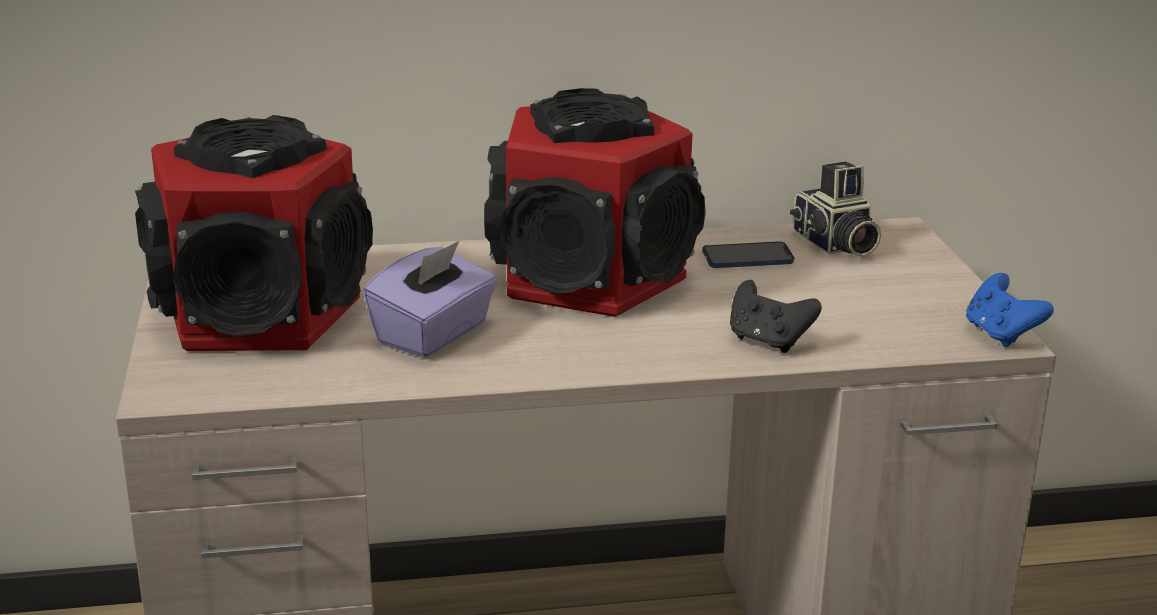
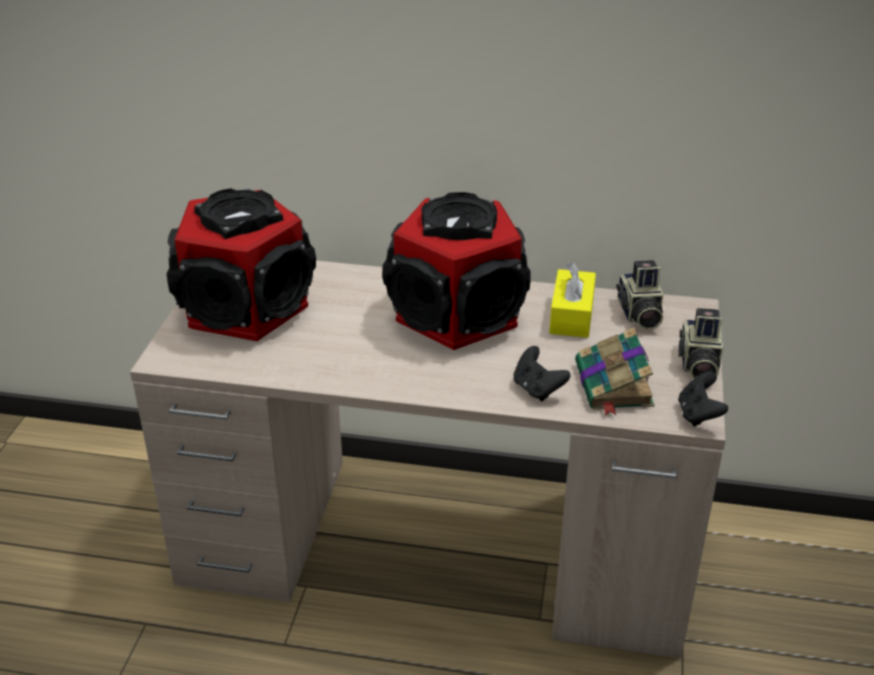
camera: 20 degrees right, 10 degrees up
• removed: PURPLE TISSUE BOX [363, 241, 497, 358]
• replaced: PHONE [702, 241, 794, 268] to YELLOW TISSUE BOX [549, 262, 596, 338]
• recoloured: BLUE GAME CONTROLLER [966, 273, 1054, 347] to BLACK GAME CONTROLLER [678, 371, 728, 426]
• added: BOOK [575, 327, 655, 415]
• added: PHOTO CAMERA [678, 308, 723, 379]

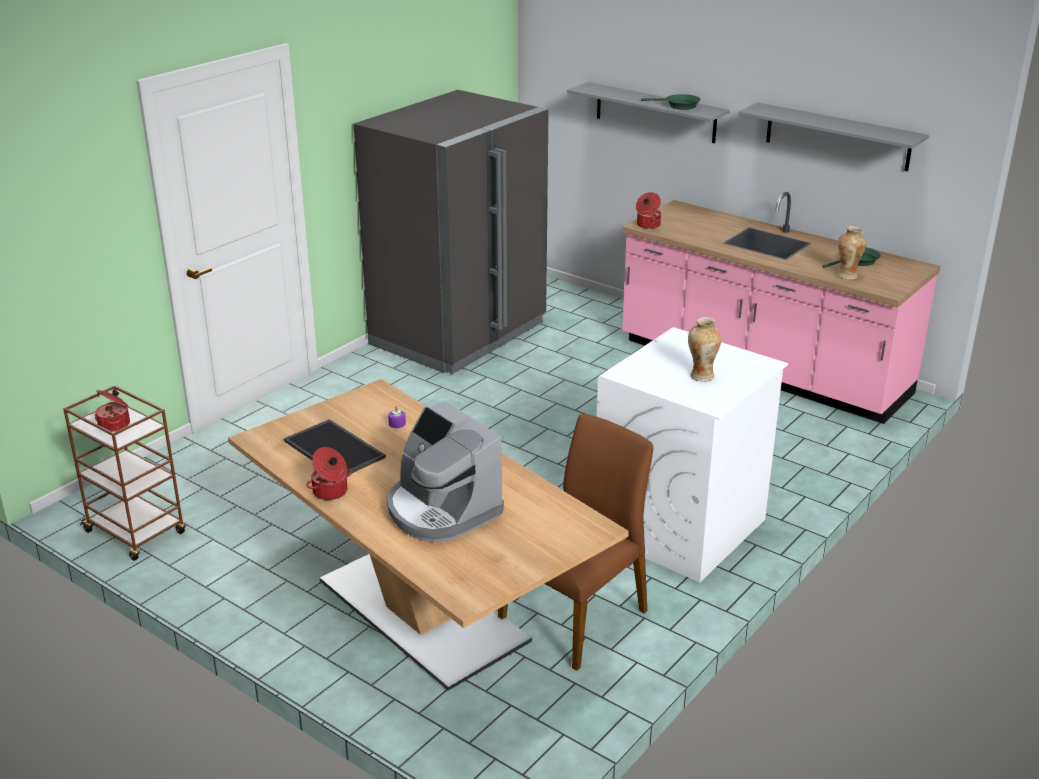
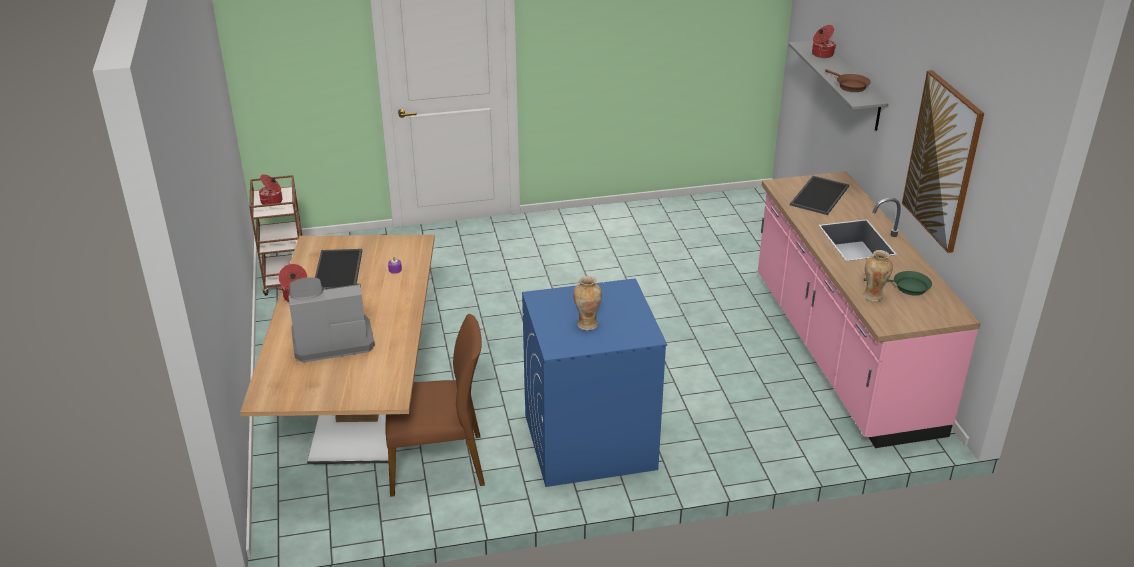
camera: 40 degrees right, 5 degrees up
• removed: GREY FRIDGE [353, 90, 549, 374]
• turned: COFFEE MACHINE [387, 401, 504, 542] = [288, 277, 375, 363] 75 degrees clockwise
• recoloured: WHITE WASHING MACHINE [597, 327, 788, 582] to BLUE WASHING MACHINE [522, 278, 667, 487]
• moved: COOKING POT [636, 192, 661, 229] to [812, 25, 836, 58]
• recoloured: GREEN FRYING PAN [641, 94, 701, 110] to BROWN FRYING PAN [825, 69, 871, 92]
• replaced: GREY SHELF [738, 102, 929, 171] to PICTURE [902, 70, 984, 253]
• added: TRAY [790, 176, 849, 215]

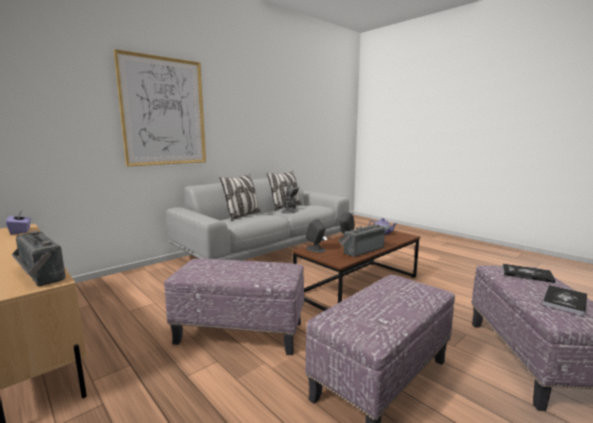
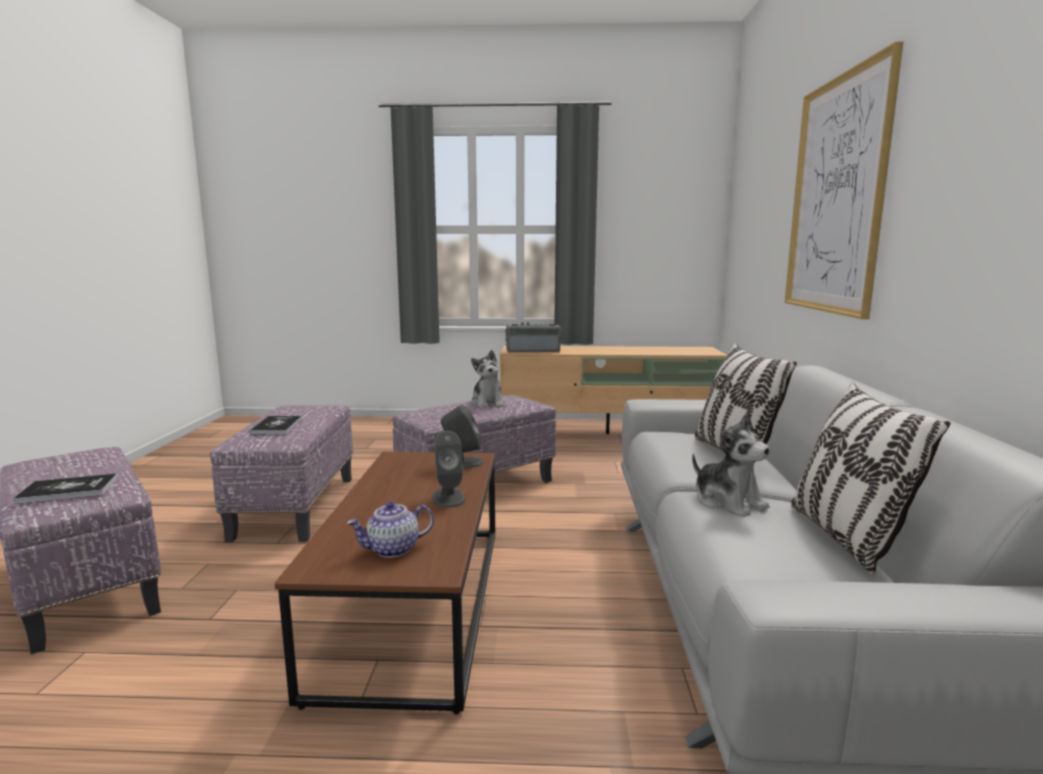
camera: 135 degrees right, 0 degrees up
• removed: PURPLE TISSUE BOX [6, 211, 31, 235]
• removed: RADIO [340, 224, 385, 257]
• moved: BOOK [543, 285, 587, 316] to [250, 416, 302, 435]
• added: PLUSH TOY [471, 350, 505, 408]

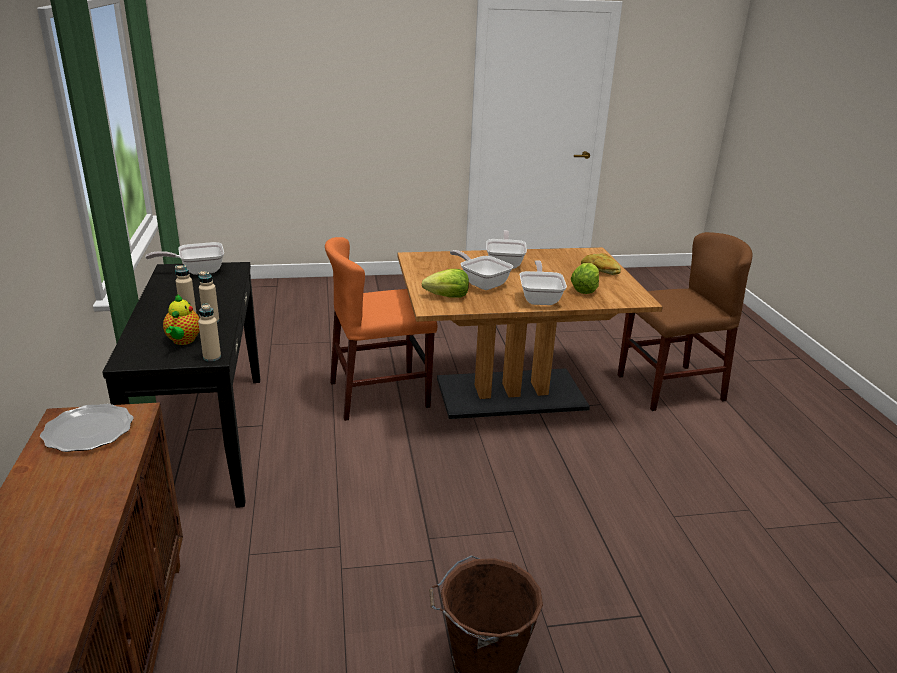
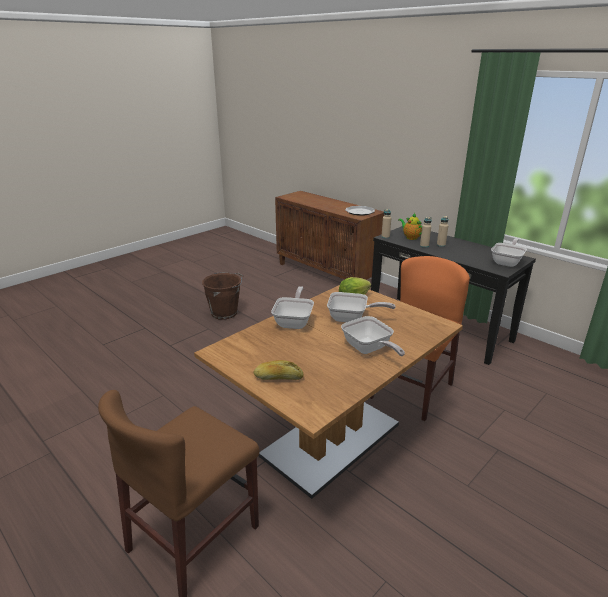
camera: 145 degrees right, 0 degrees up
• turned: FRYING PAN [520, 260, 567, 305] = [271, 286, 314, 329] 135 degrees counterclockwise
• removed: LETTUCE [571, 263, 599, 294]

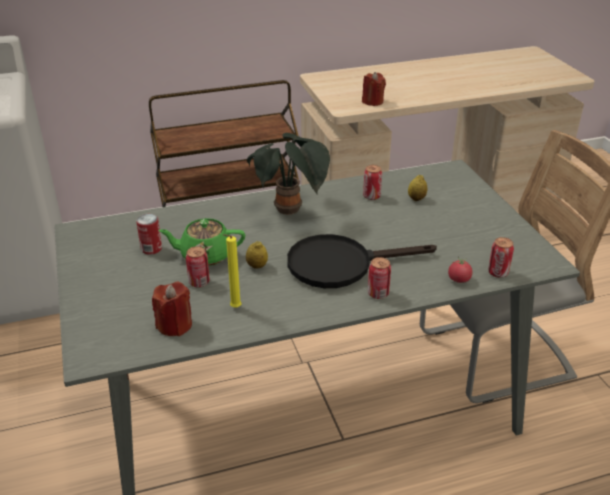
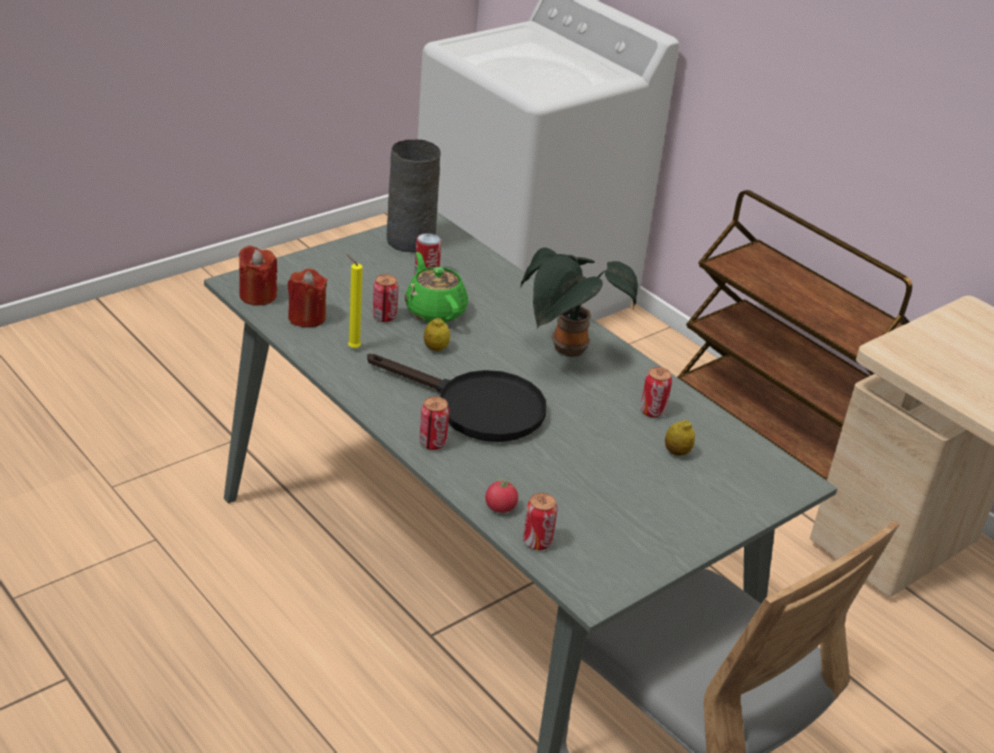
camera: 65 degrees right, 0 degrees up
• turned: BLACK FRYING PAN [287, 234, 437, 288] = [367, 354, 546, 442] 150 degrees clockwise
• moved: RED CANDLE [362, 72, 386, 106] to [239, 246, 277, 306]
• added: GREY VASE [387, 140, 441, 252]

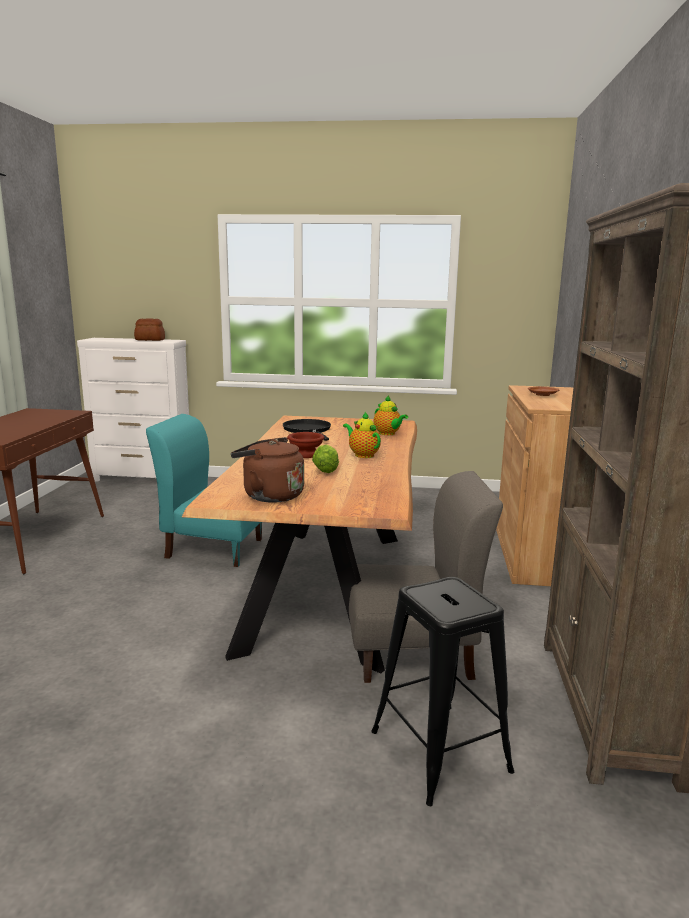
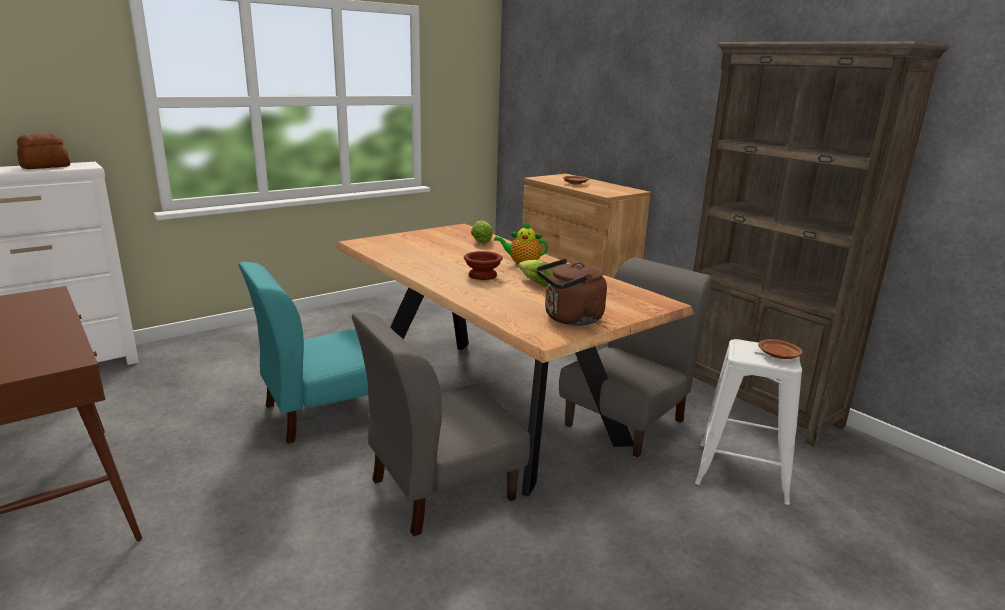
camera: 45 degrees left, 5 degrees up
• removed: BLACK FRYING PAN [283, 419, 331, 441]
• recoloured: BLACK STOOL [371, 577, 514, 806] to WHITE STOOL [695, 339, 802, 505]
• replaced: TEAPOT [373, 395, 408, 435] to LETTUCE [471, 220, 493, 243]
• added: GREY CHAIR [352, 312, 530, 537]
• added: BROWN PLATE [758, 339, 803, 359]

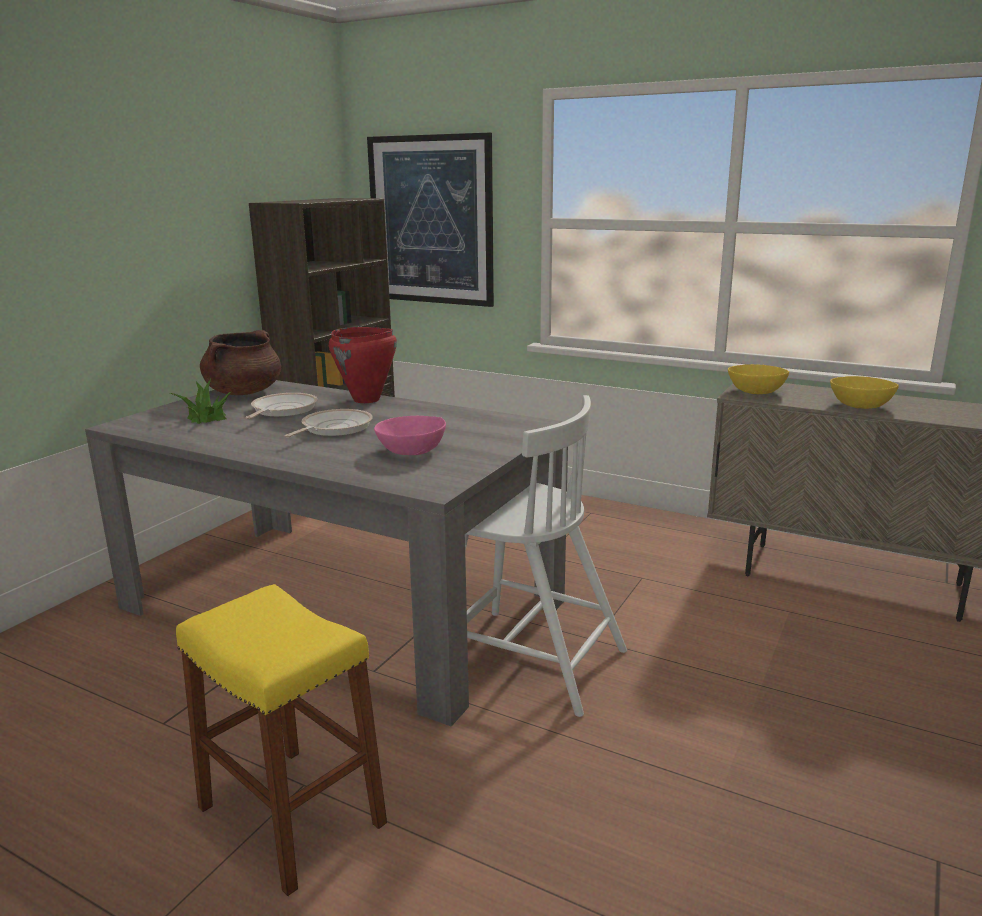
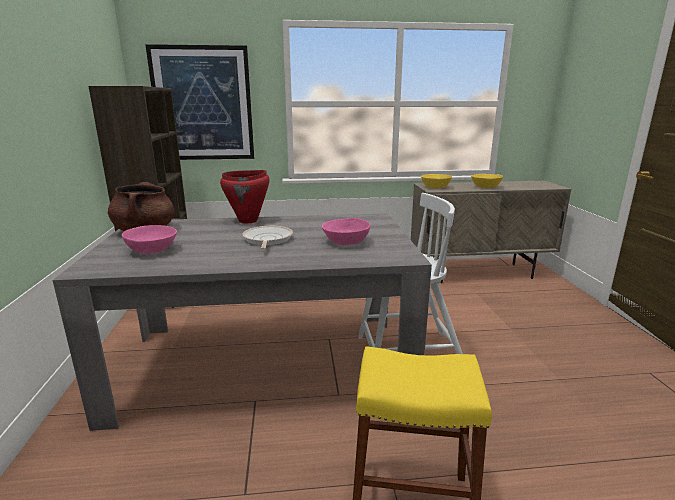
camera: 35 degrees left, 0 degrees up
• replaced: POTTED PLANT [170, 379, 231, 424] to PINK BOWL [122, 225, 177, 254]
• removed: FRYING PAN [245, 393, 318, 419]

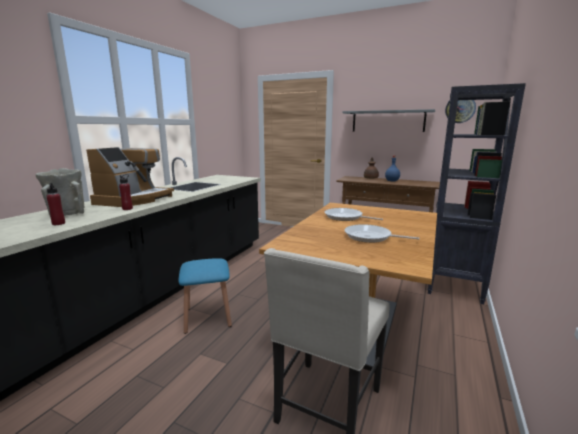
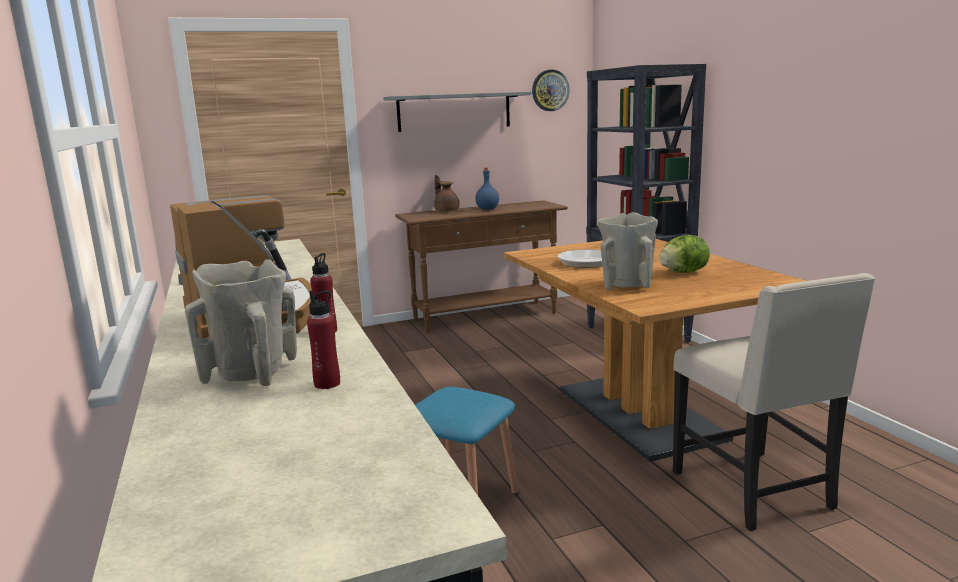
camera: 45 degrees left, 0 degrees up
• replaced: FRYING PAN [345, 224, 419, 243] to LETTUCE [659, 235, 710, 273]
• added: BEIGE VASE [598, 212, 658, 290]

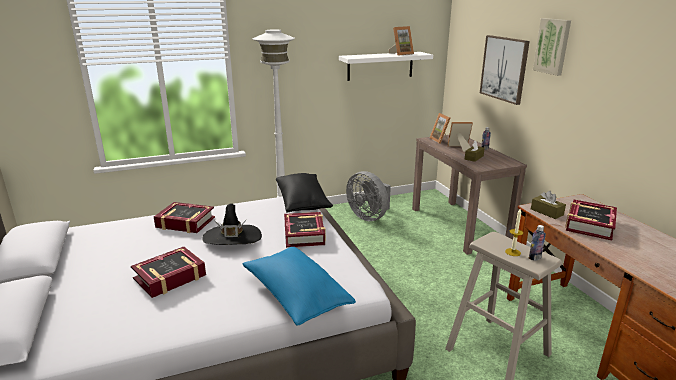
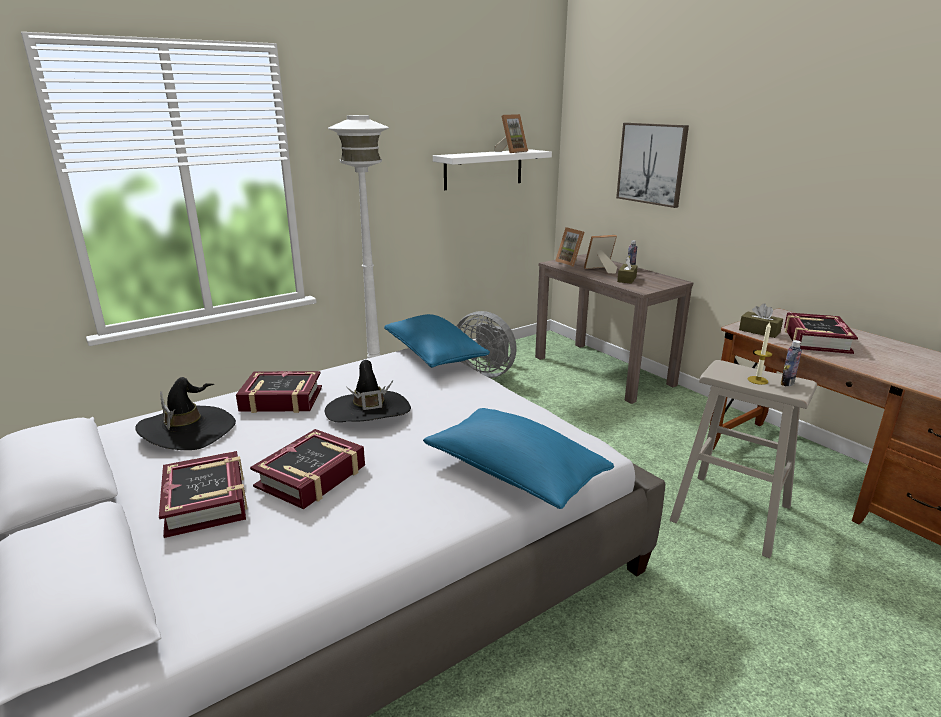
camera: 15 degrees left, 0 degrees up
• recoloured: BLACK PILLOW [276, 173, 333, 212] to BLUE PILLOW [384, 314, 490, 368]
• moved: BOOK [284, 212, 326, 248] to [159, 451, 248, 538]
• removed: PICTURE [533, 18, 571, 76]
• added: BLACK HAT [135, 377, 236, 450]

